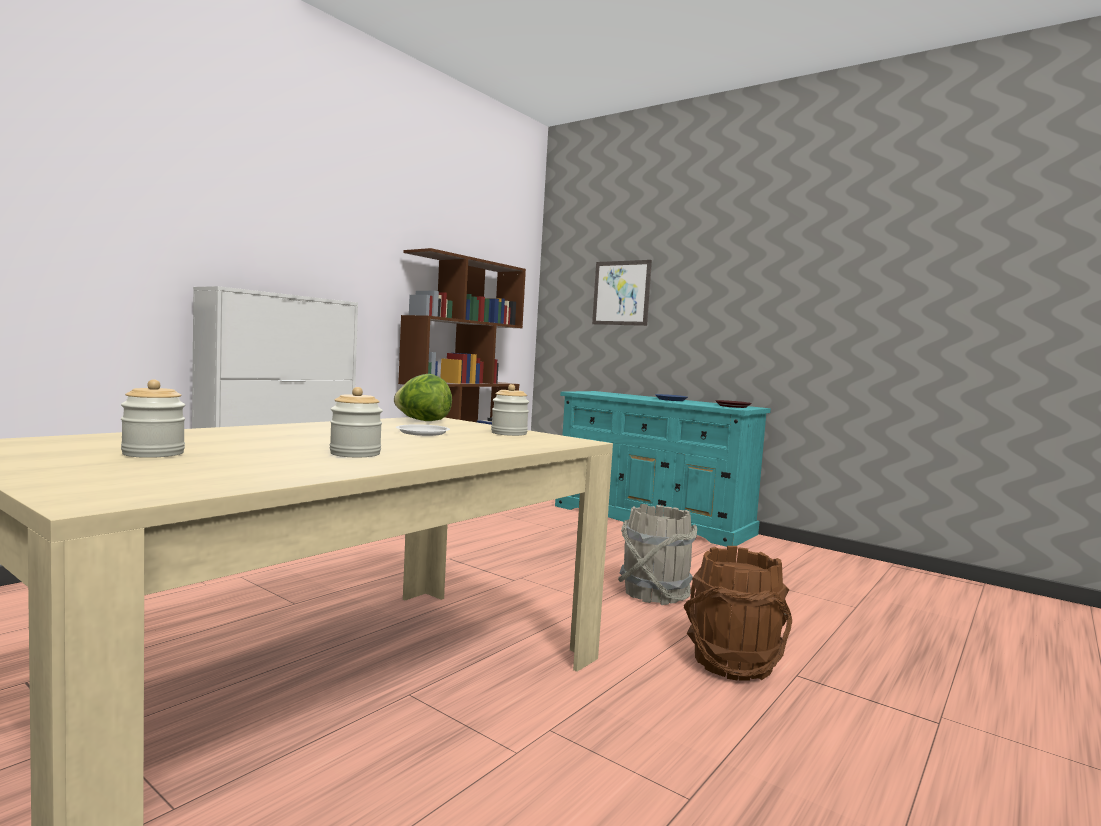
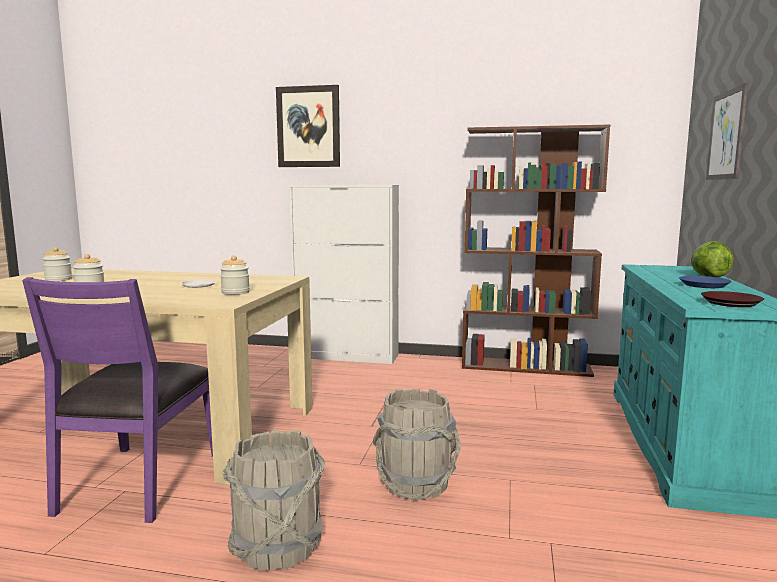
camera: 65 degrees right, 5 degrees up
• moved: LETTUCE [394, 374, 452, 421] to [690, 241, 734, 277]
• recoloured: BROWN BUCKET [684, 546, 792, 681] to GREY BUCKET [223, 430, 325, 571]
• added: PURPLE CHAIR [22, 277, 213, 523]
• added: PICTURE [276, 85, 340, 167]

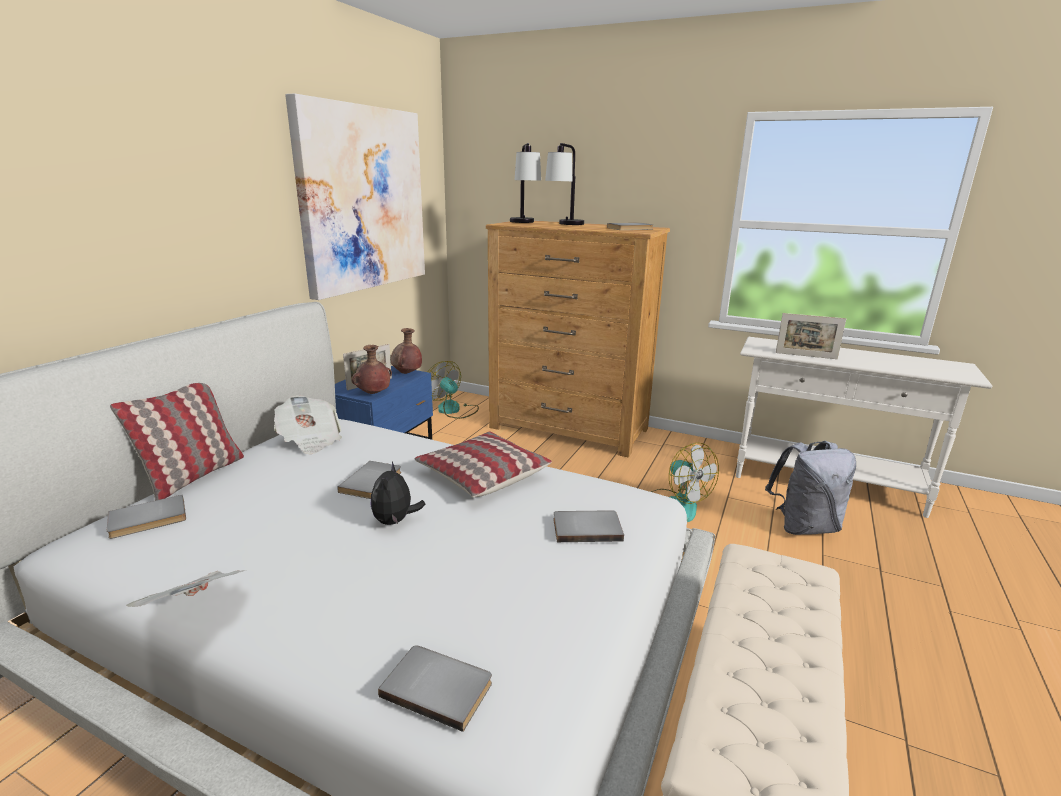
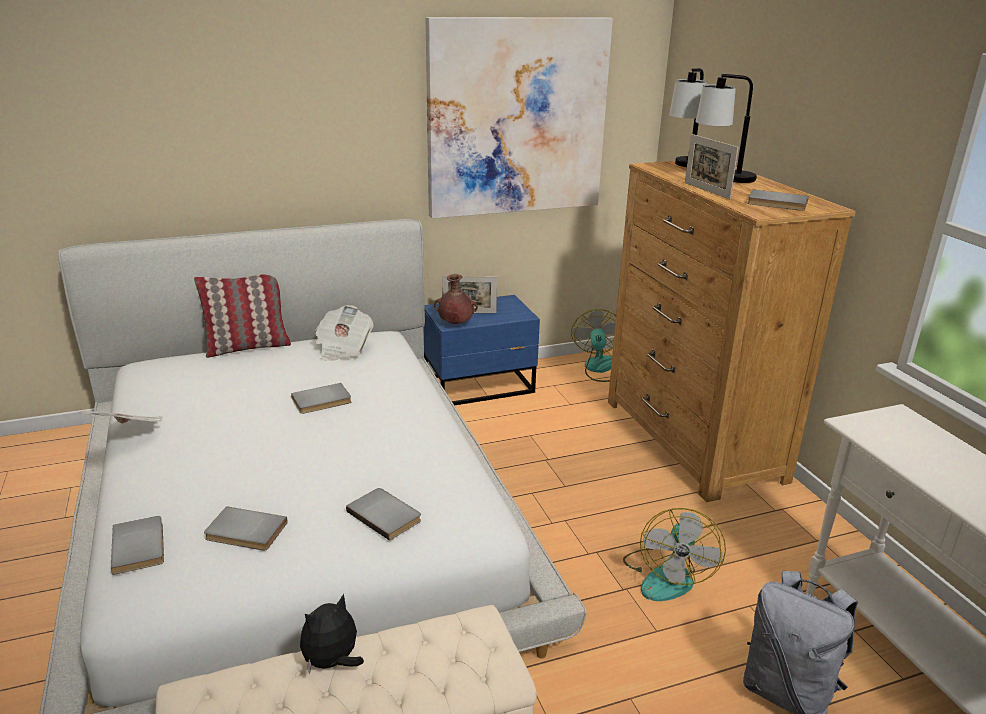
camera: 45 degrees right, 5 degrees up
• moved: GREY BOOK [107, 495, 186, 539] to [204, 506, 288, 551]
• moved: PLUSH TOY [371, 462, 425, 525] to [300, 594, 364, 674]
• removed: BROWN VASE [391, 328, 422, 374]
• removed: PILLOW [414, 431, 552, 498]
• moved: PICTURE FRAME [776, 313, 846, 359] to [685, 134, 739, 199]

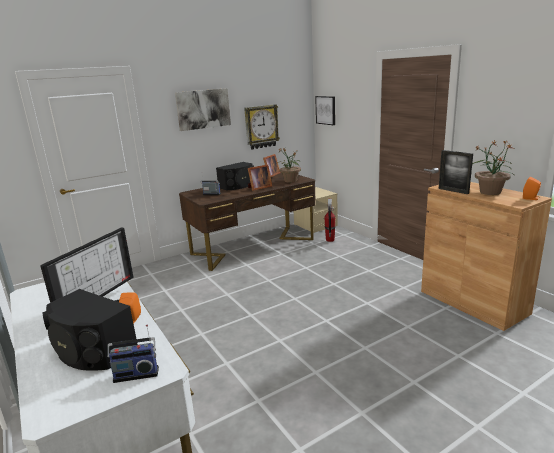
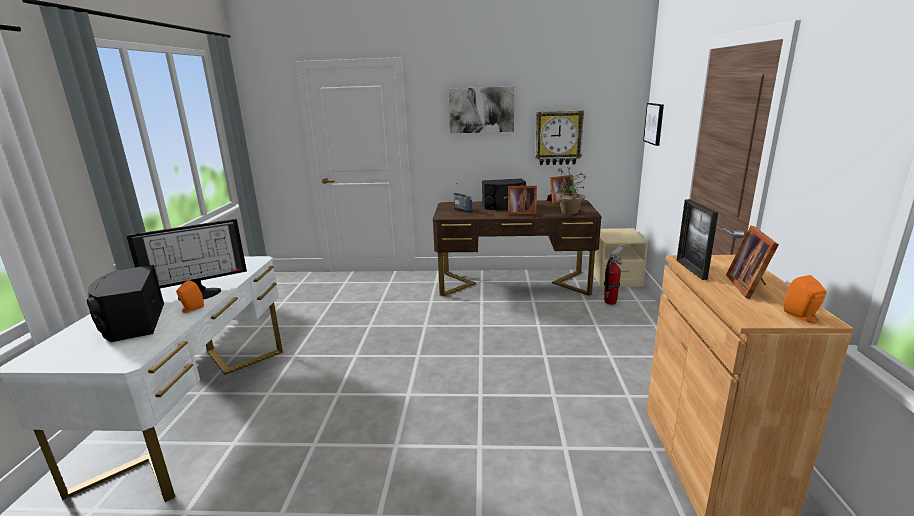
camera: 35 degrees right, 0 degrees up
• removed: RADIO [107, 325, 159, 383]
• replaced: POTTED PLANT [472, 140, 514, 195] to PICTURE FRAME [726, 225, 779, 299]

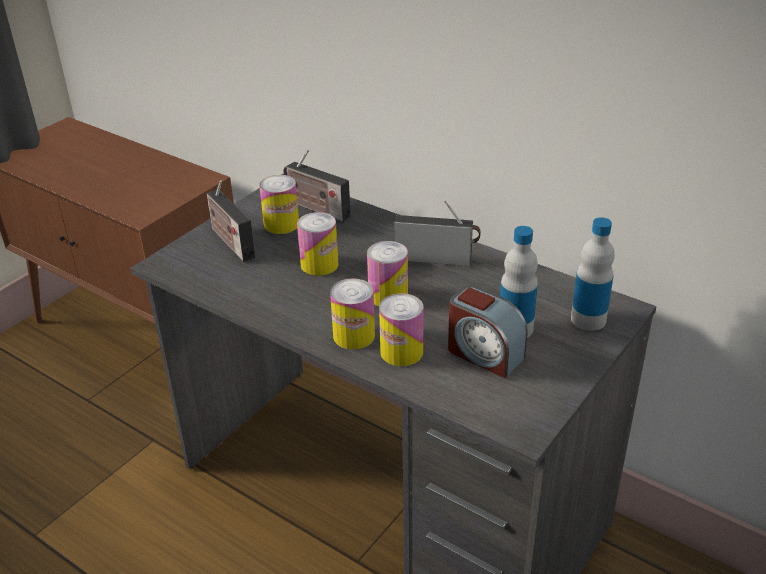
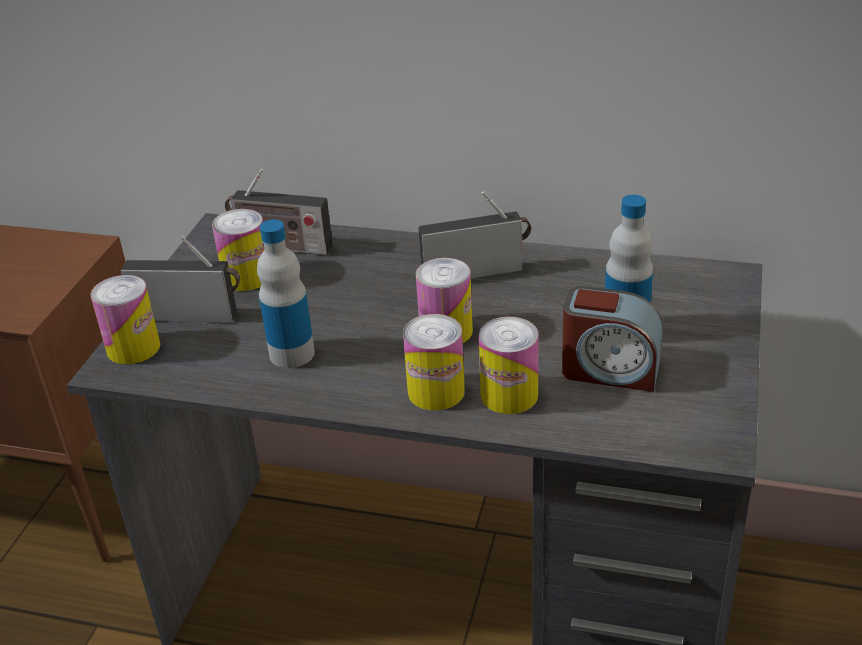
camera: 20 degrees left, 0 degrees up
• turned: RADIO [207, 180, 256, 262] = [121, 236, 240, 322] 150 degrees clockwise
• moved: CAN [297, 212, 339, 276] to [90, 275, 160, 365]
• moved: BOTTLE [571, 217, 615, 331] to [257, 220, 315, 368]

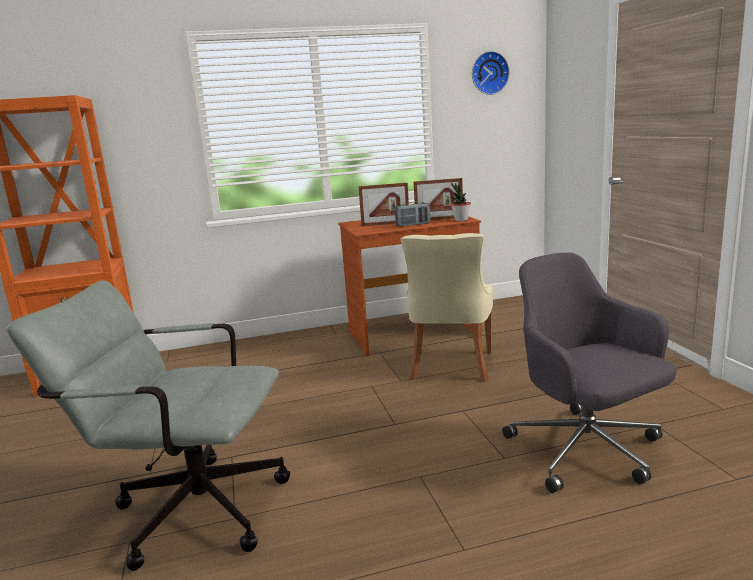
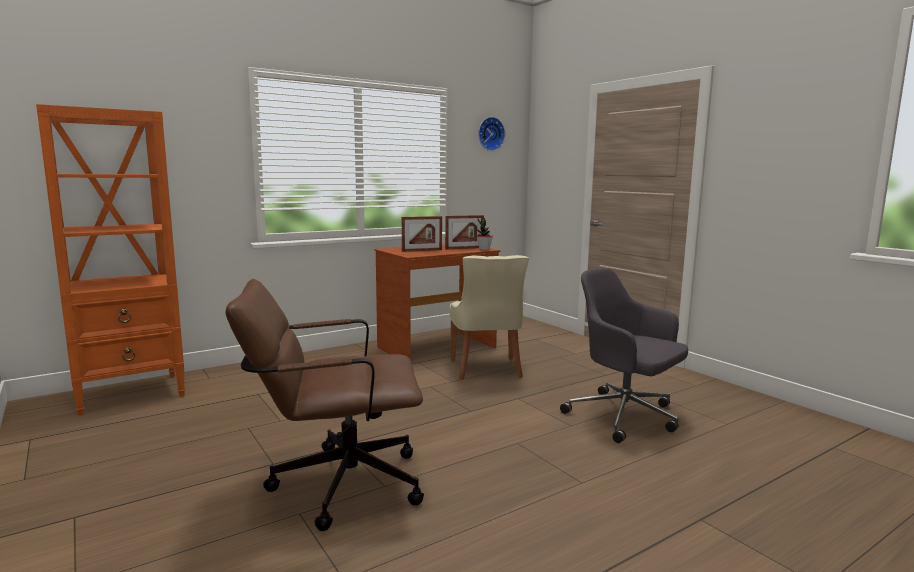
camera: 20 degrees left, 5 degrees down
• recoloured: GREY OFFICE CHAIR [6, 280, 290, 571] to BROWN OFFICE CHAIR [225, 279, 424, 531]
• removed: RADIO [395, 202, 430, 227]

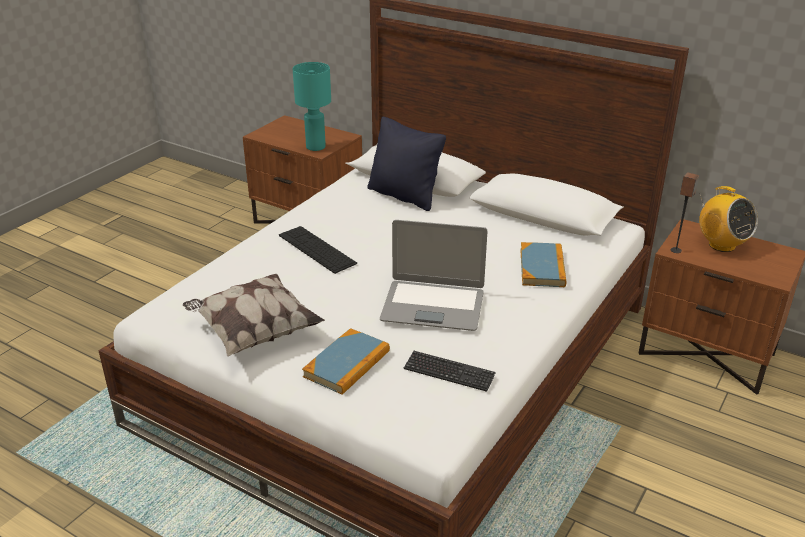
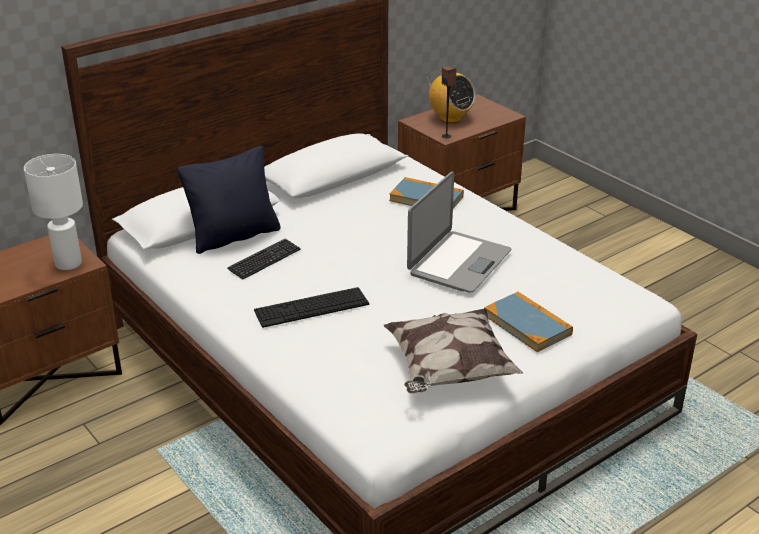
camera: 70 degrees left, 0 degrees up
• recoloured: TURQUOISE TABLE LAMP [293, 62, 331, 151] to WHITE TABLE LAMP [24, 154, 83, 270]
• moved: KEYBOARD [404, 351, 496, 392] to [227, 239, 301, 280]
• turned: RADIO [699, 186, 758, 252] = [426, 68, 475, 123] 60 degrees clockwise

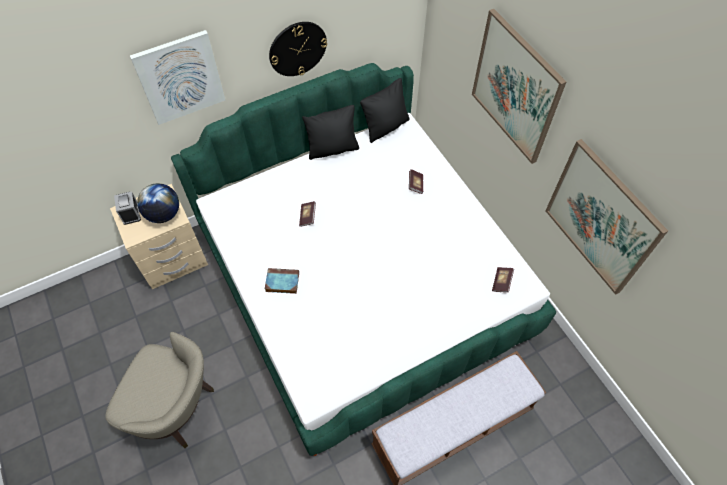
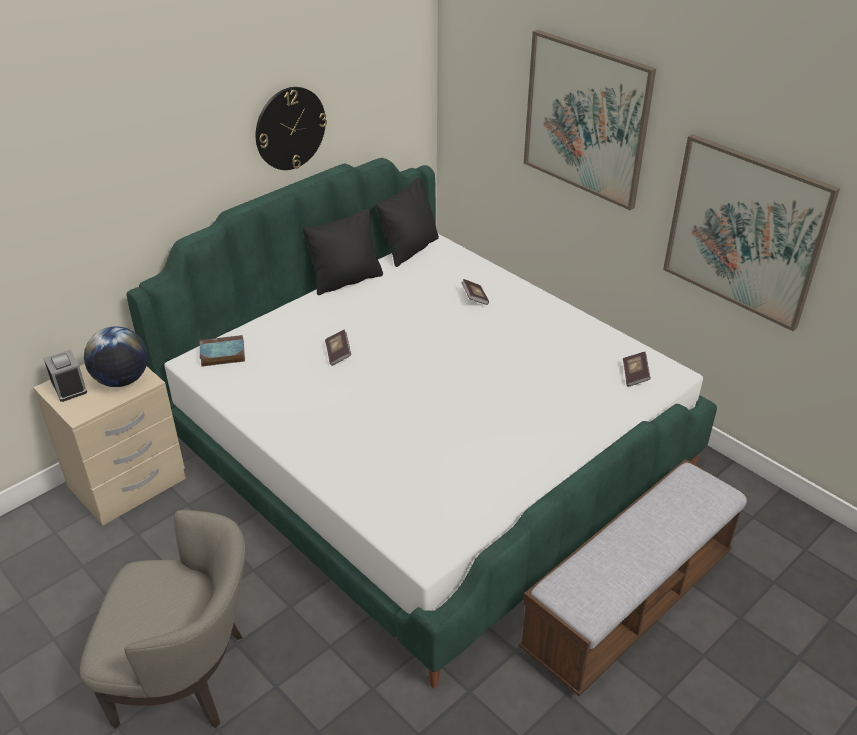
camera: 15 degrees left, 20 degrees down
• removed: PICTURE [130, 30, 225, 125]
• moved: BOOK [265, 268, 299, 294] to [200, 335, 245, 367]

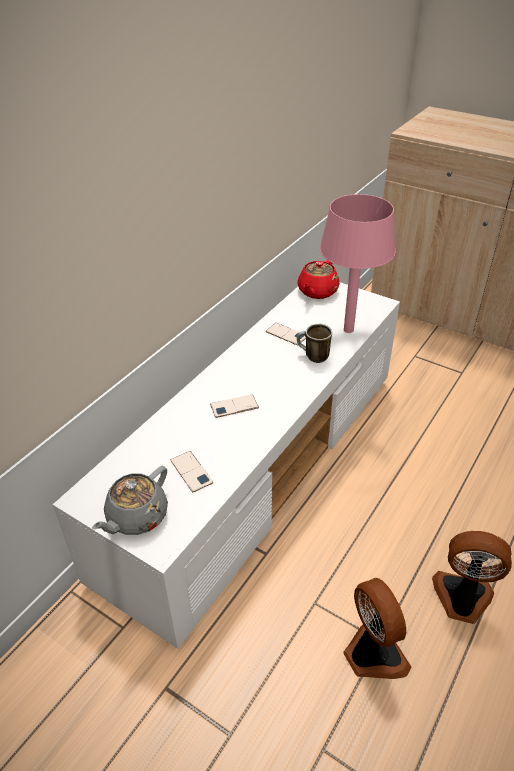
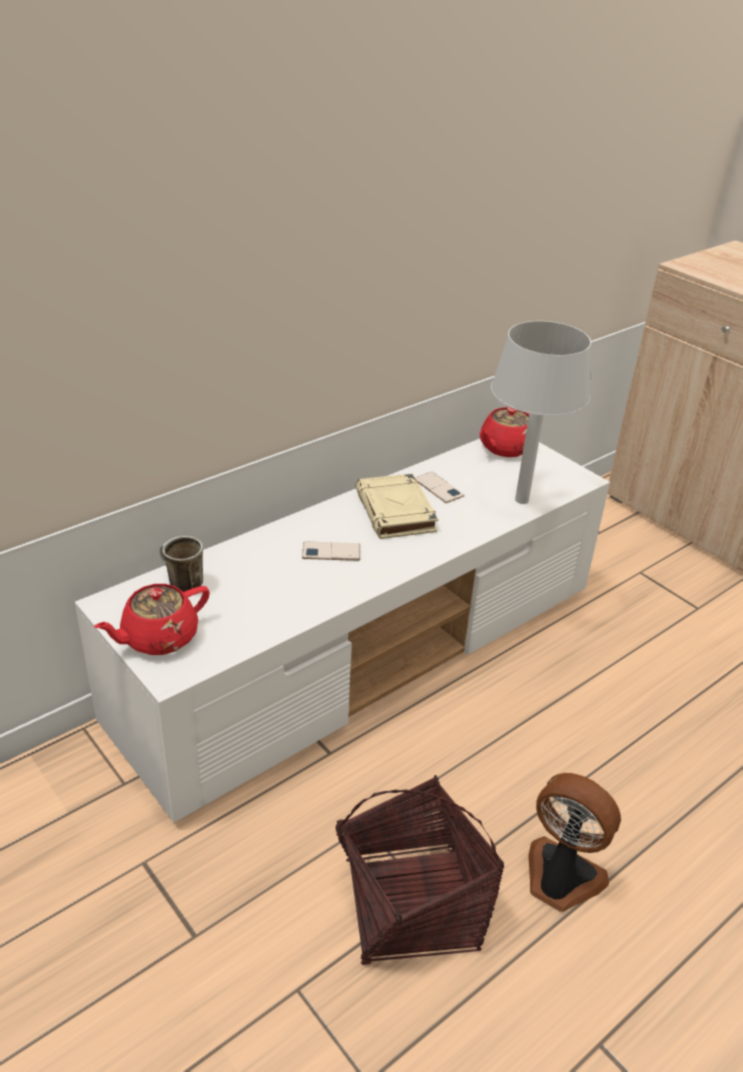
camera: 15 degrees right, 5 degrees down
• recoloured: GREY TEAPOT [92, 466, 168, 535] to RED TEAPOT [94, 584, 210, 655]
• removed: PHONE [171, 451, 213, 493]
• moved: MUG [297, 324, 332, 363] to [160, 536, 203, 592]
• recoloured: PINK TABLE LAMP [320, 194, 396, 333] to GREY TABLE LAMP [491, 321, 591, 504]
• replaced: FAN [343, 578, 411, 679] to BASKET [335, 775, 505, 965]
• added: BEIGE BOOK [355, 473, 438, 539]

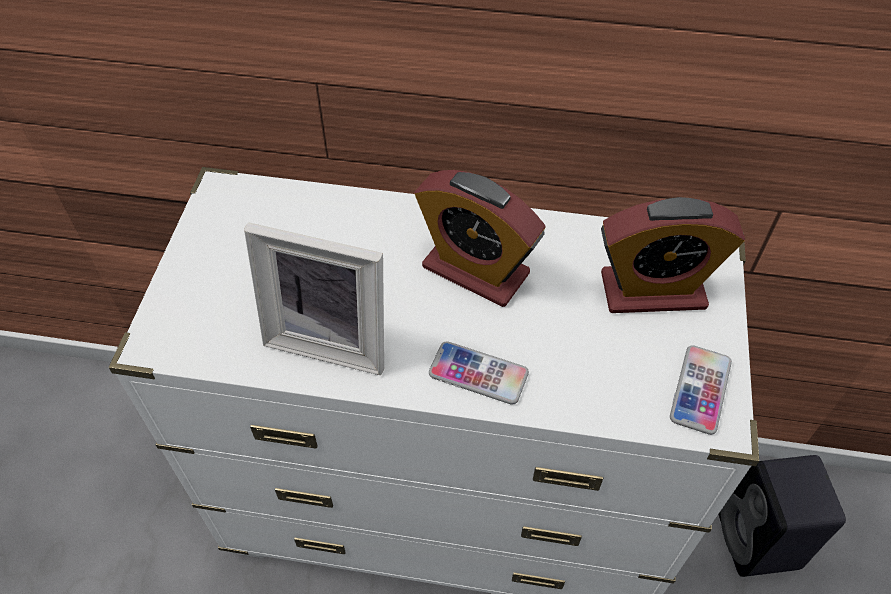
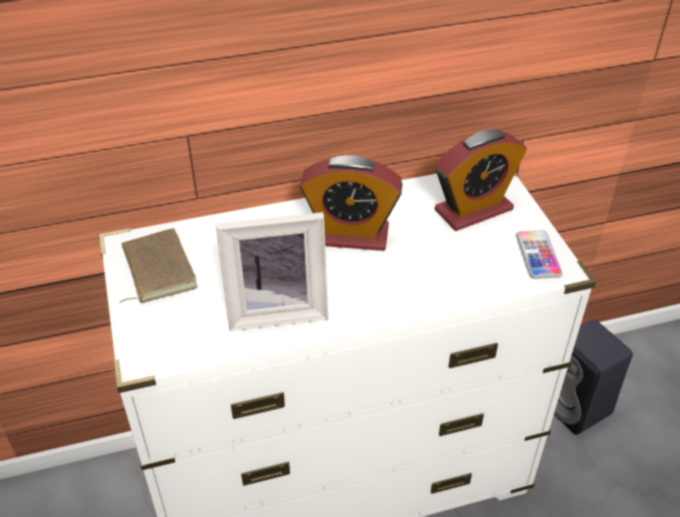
camera: 25 degrees left, 10 degrees down
• removed: PHONE [429, 341, 529, 405]
• added: BROWN BOOK [120, 228, 197, 303]

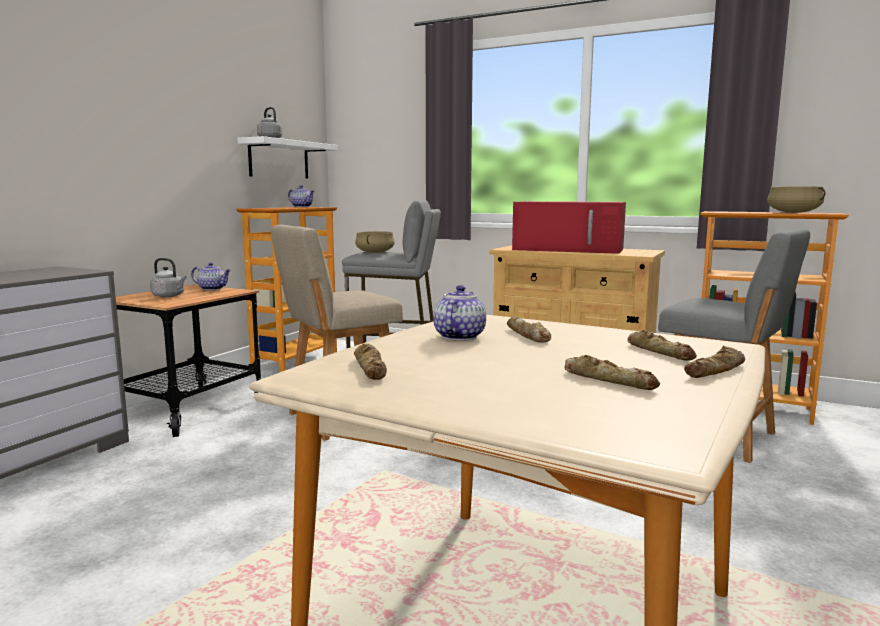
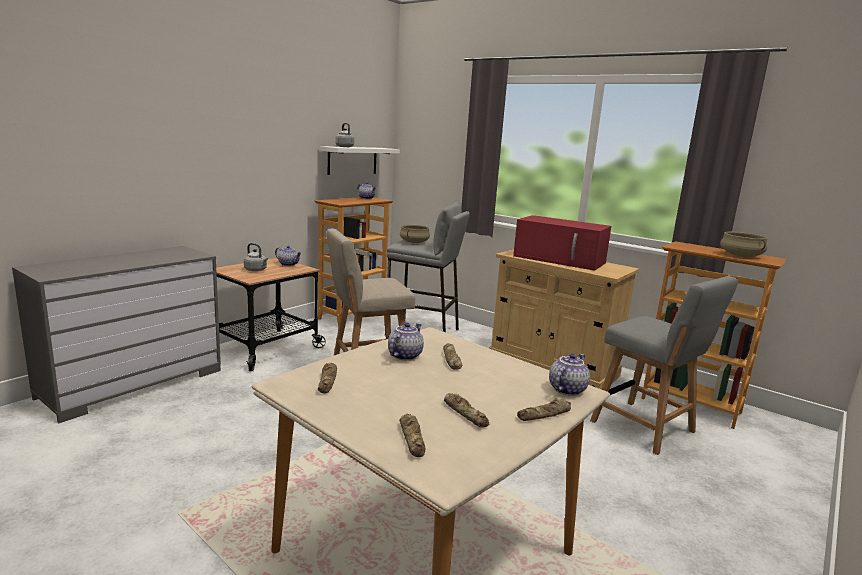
camera: 10 degrees right, 5 degrees up
• moved: BREAD [627, 330, 697, 361] to [399, 414, 425, 457]
• added: TEAPOT [549, 354, 590, 396]

